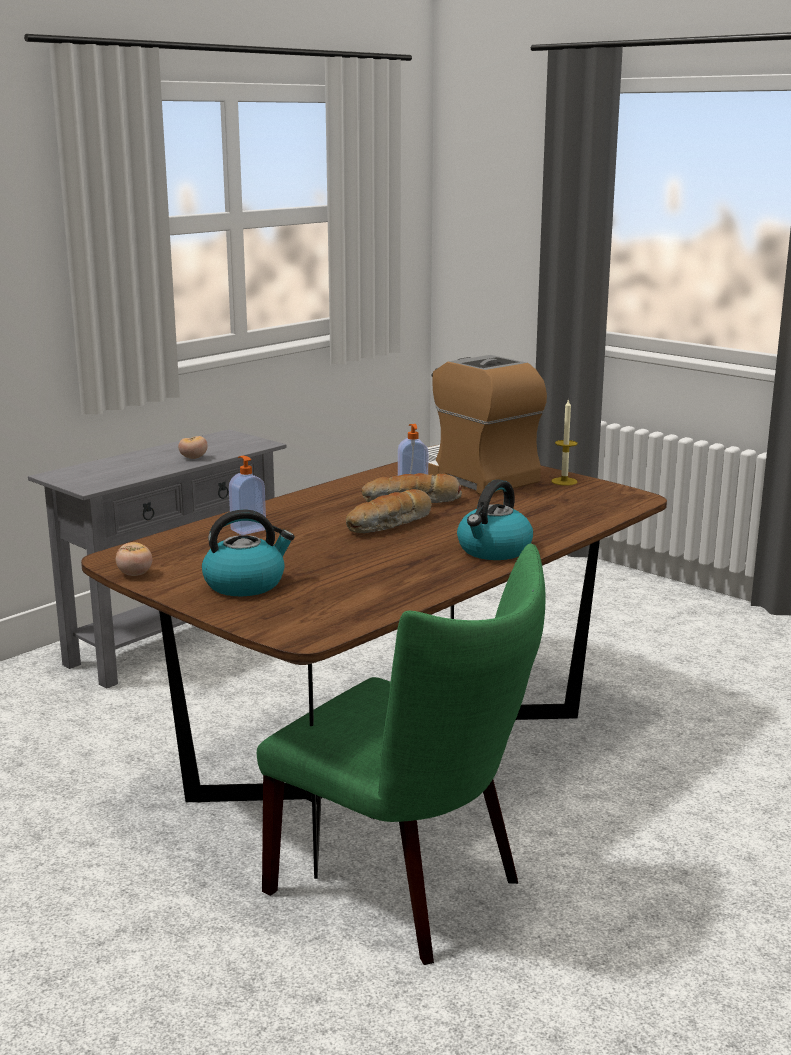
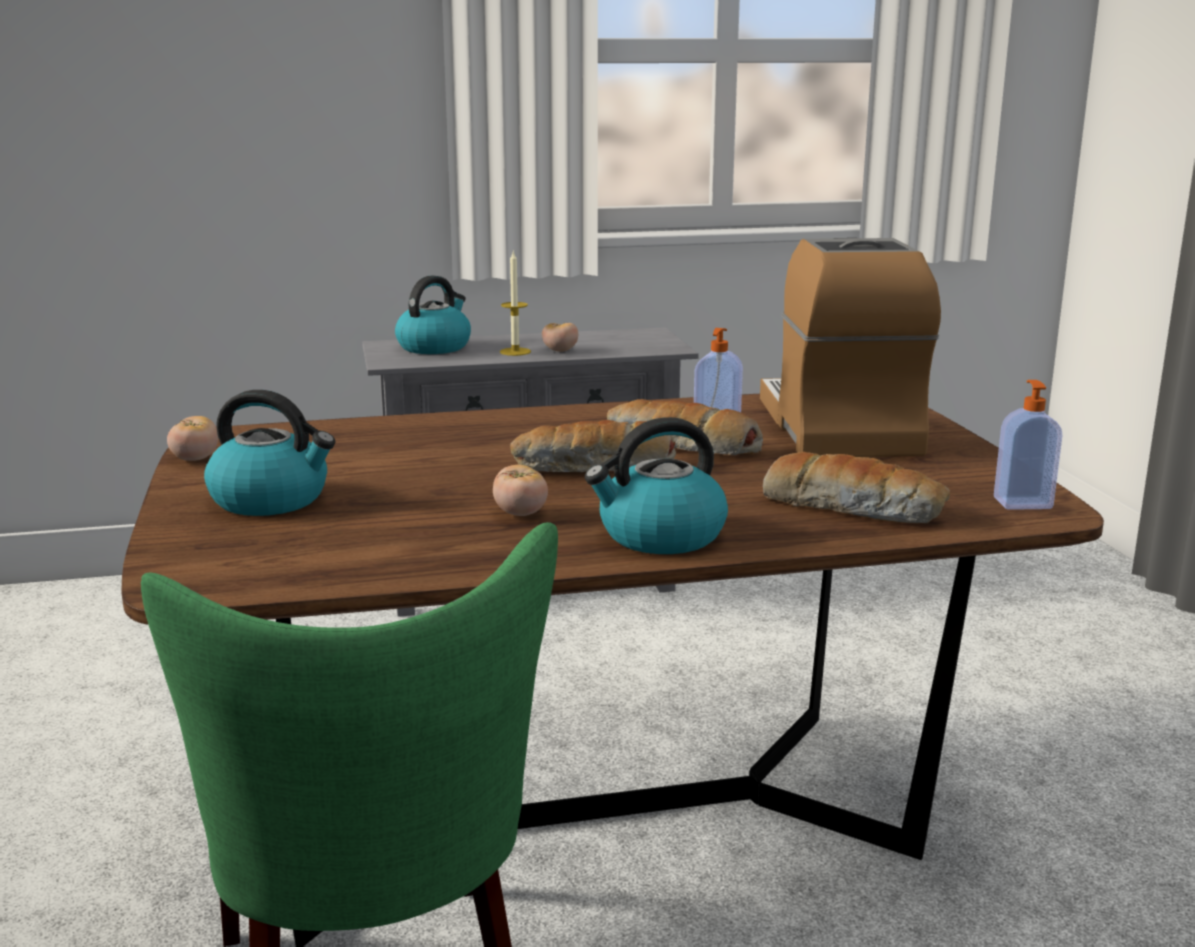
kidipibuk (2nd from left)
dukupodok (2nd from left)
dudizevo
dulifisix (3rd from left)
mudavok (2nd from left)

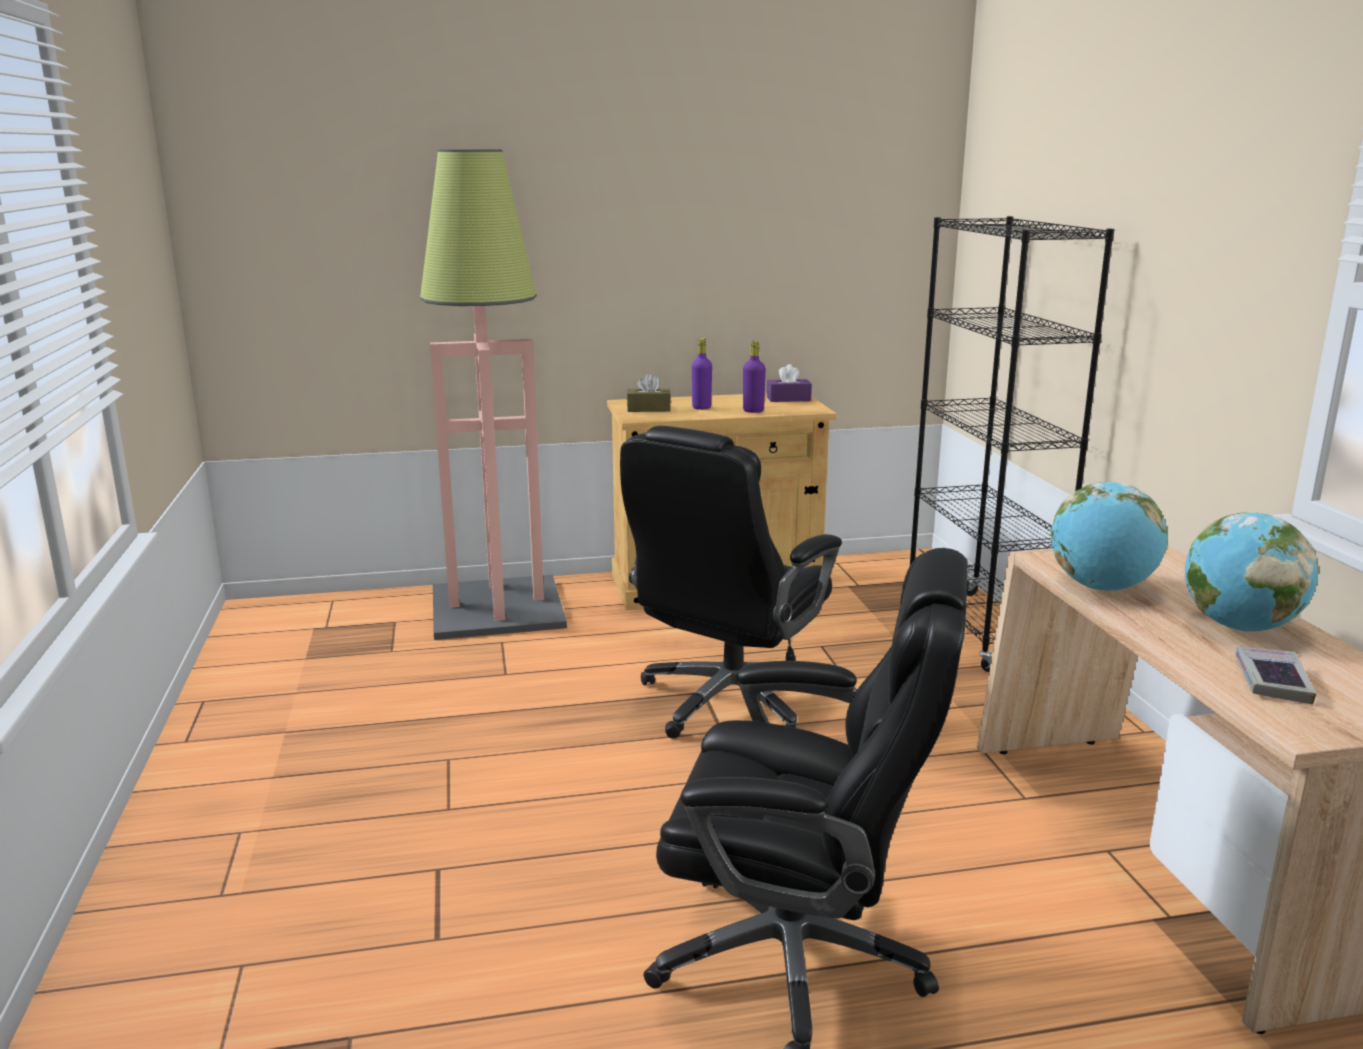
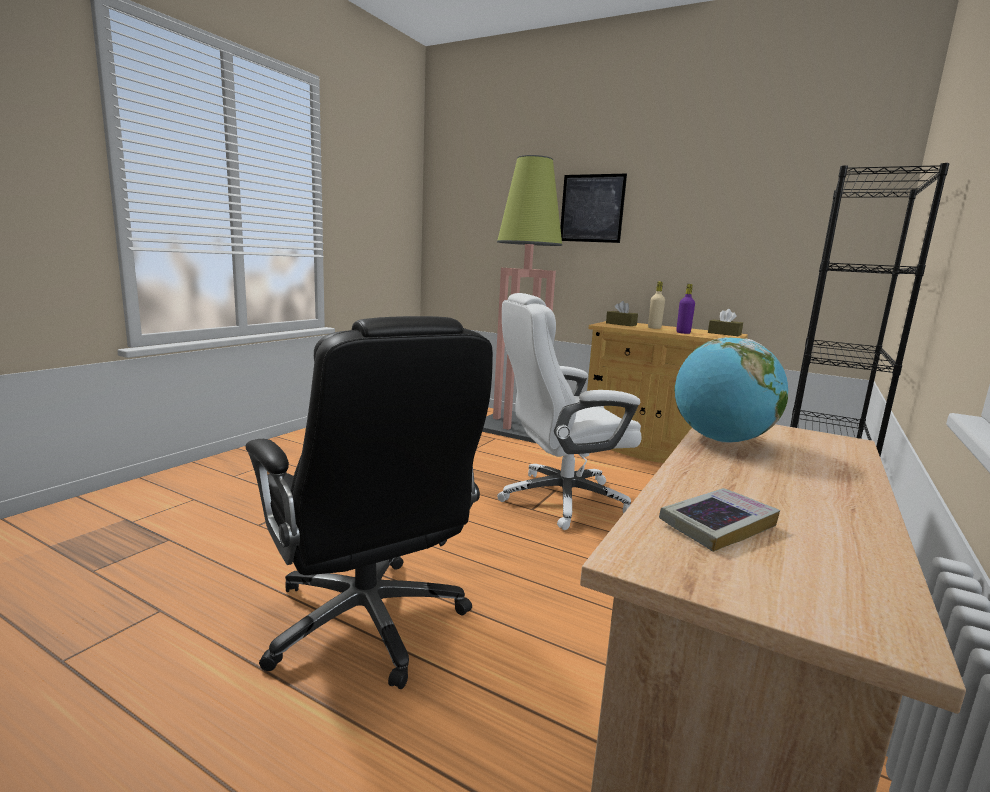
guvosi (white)
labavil
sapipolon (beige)
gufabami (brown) (2nd from left)
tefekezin (2nd from left in the first image)

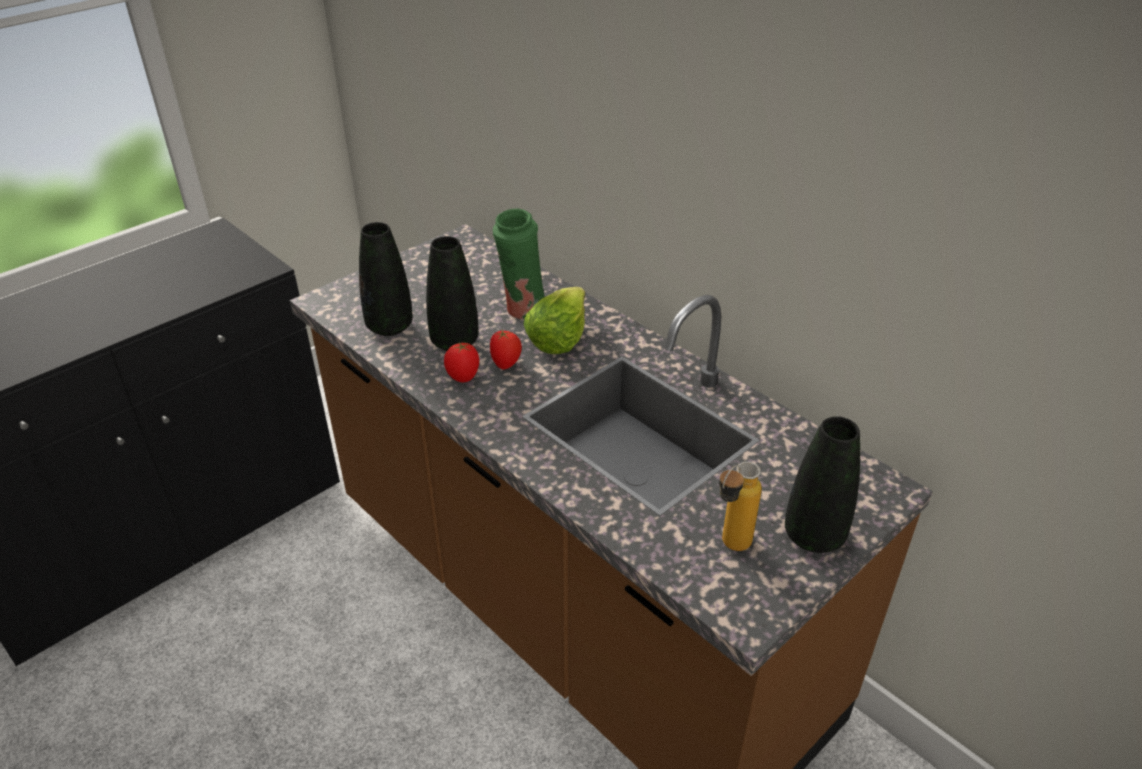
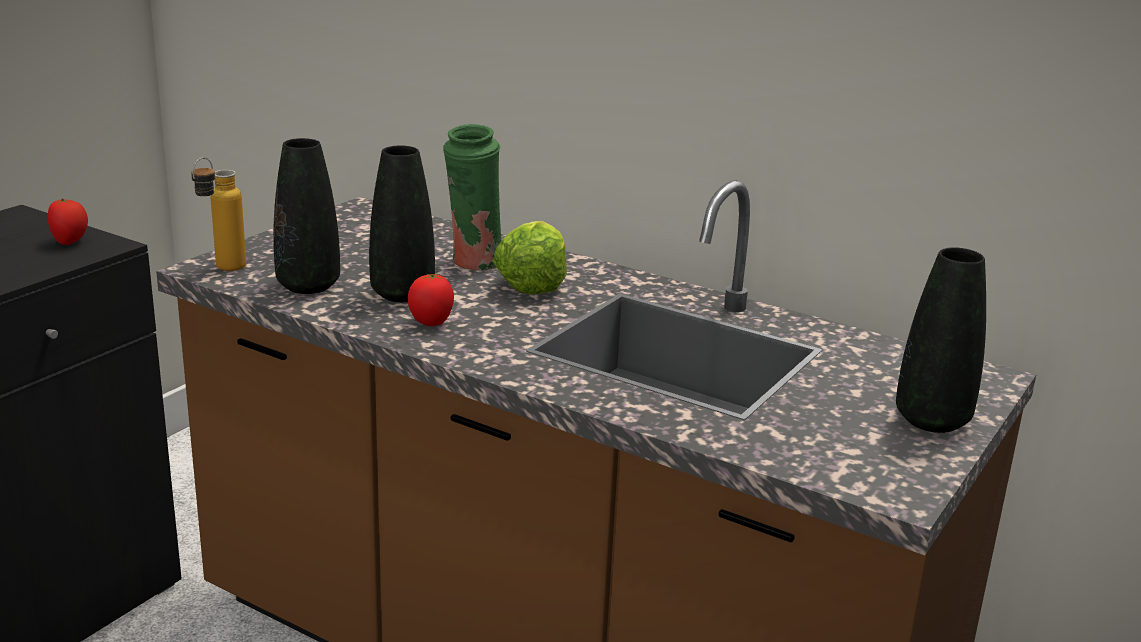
dukupodok (1st from left)
sapipolon

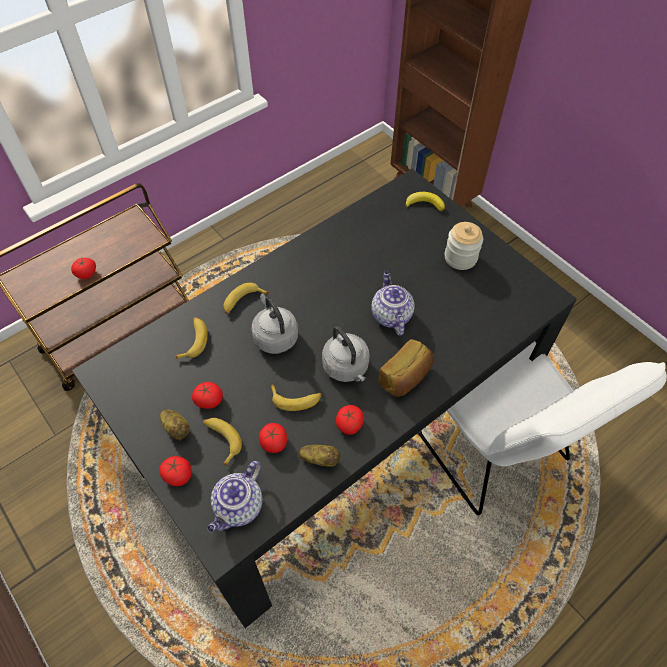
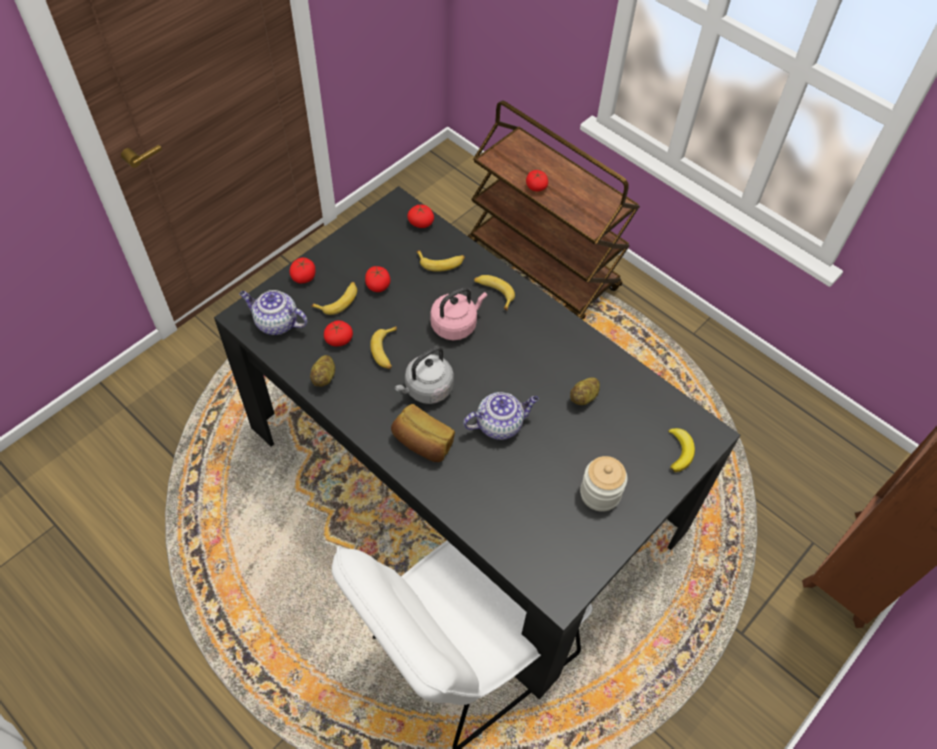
dukupodok (4th from left)
kidipibuk (pink)
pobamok (2nd from left)

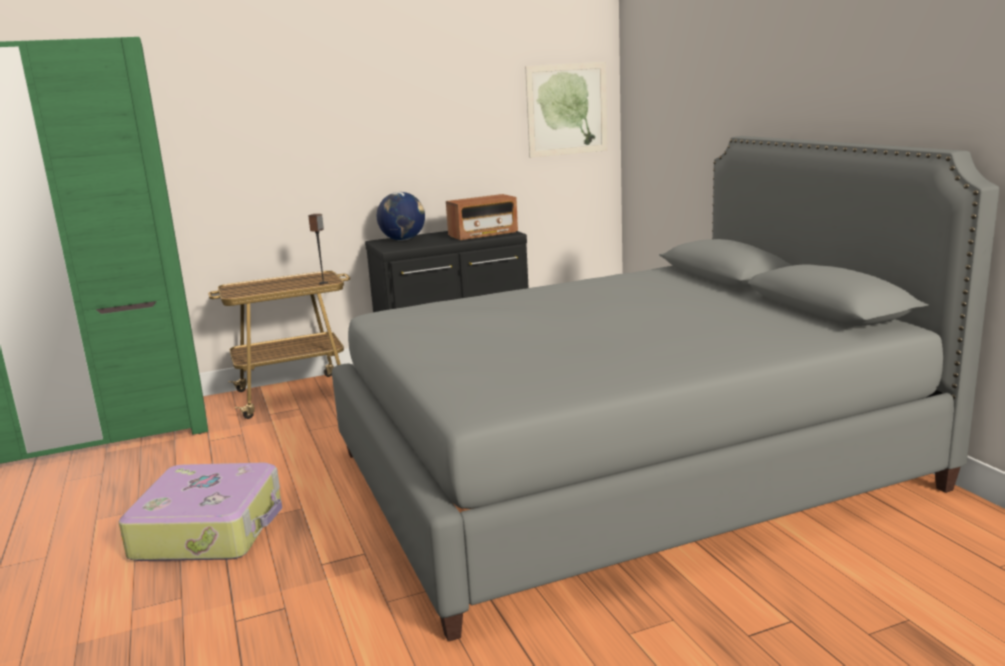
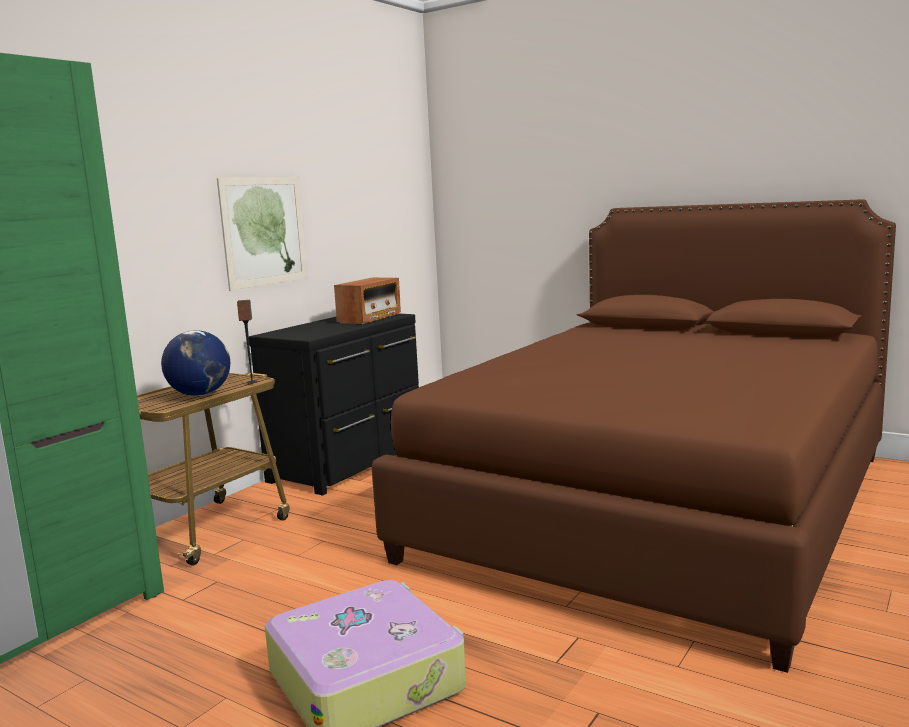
tefekezin
labavil
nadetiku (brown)

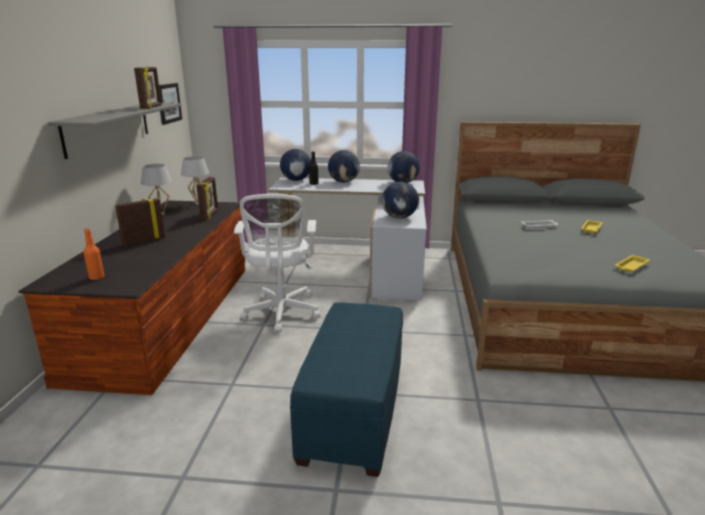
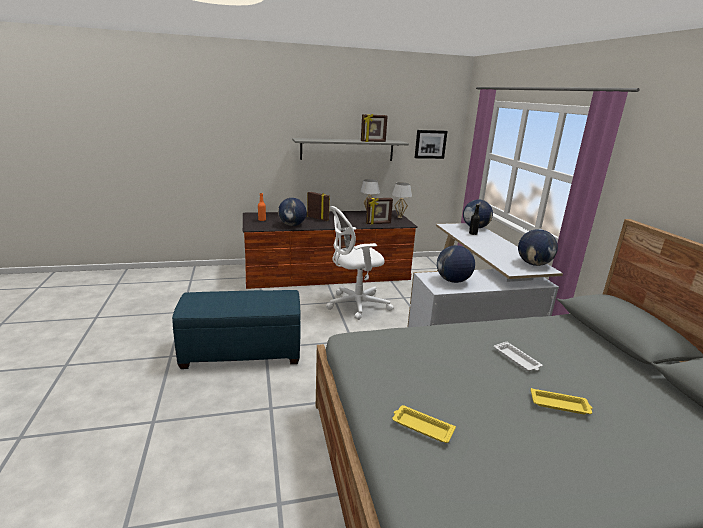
tefekezin (1st from left)

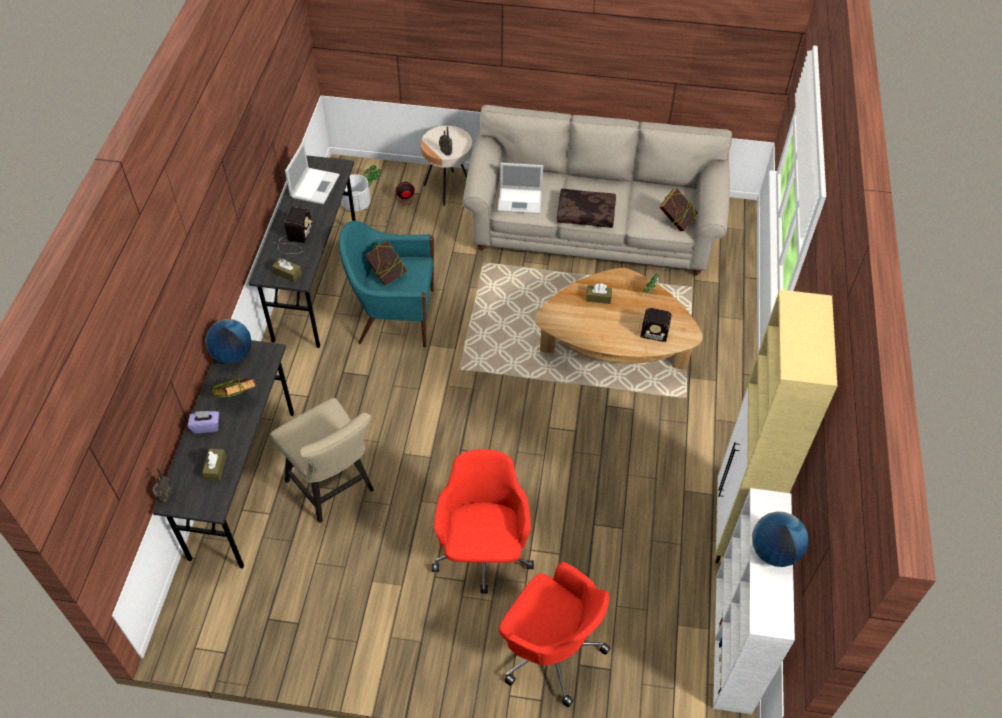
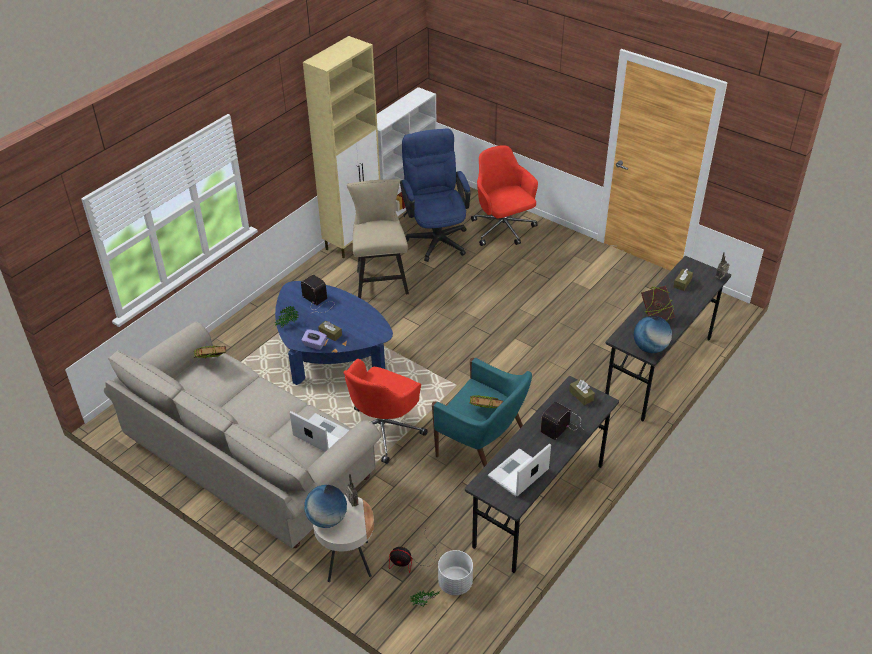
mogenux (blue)
gufabami (purple)
tefekezin (1st from left)
guvosi (red) (1st from left)
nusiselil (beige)
guvosi (blue)
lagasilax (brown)

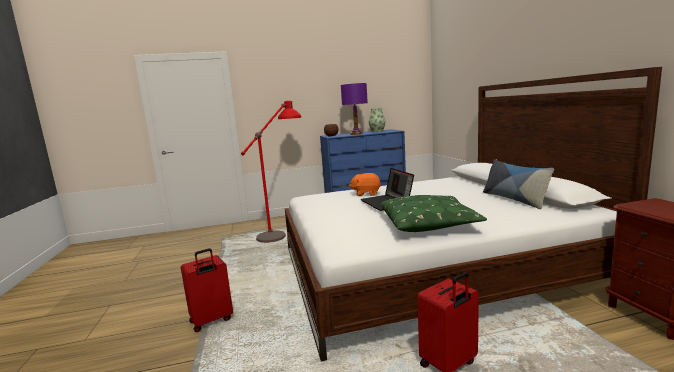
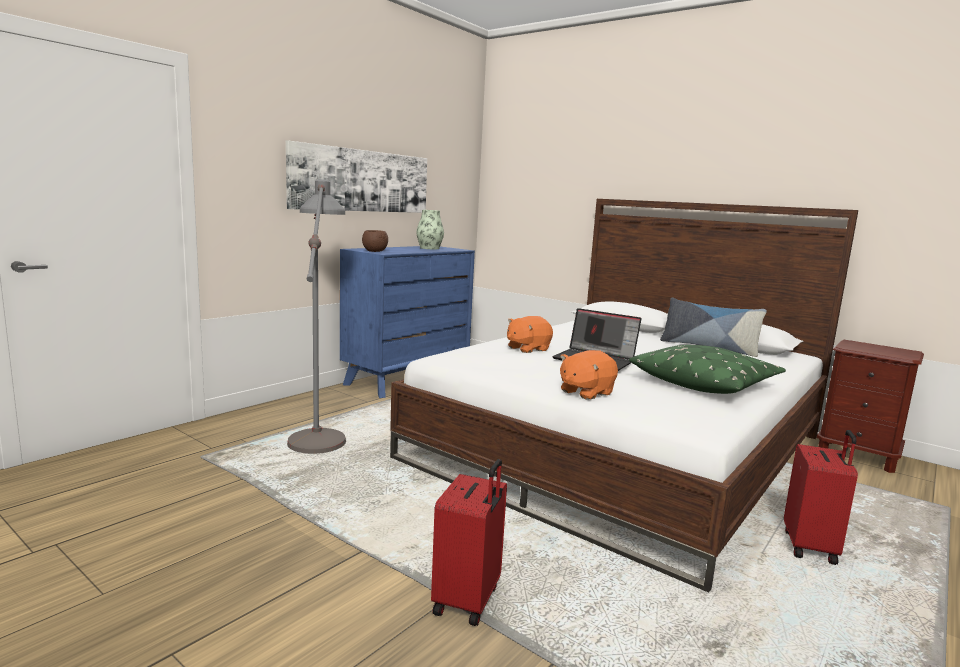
labavil
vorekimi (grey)
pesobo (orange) (2nd from left)
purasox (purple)

